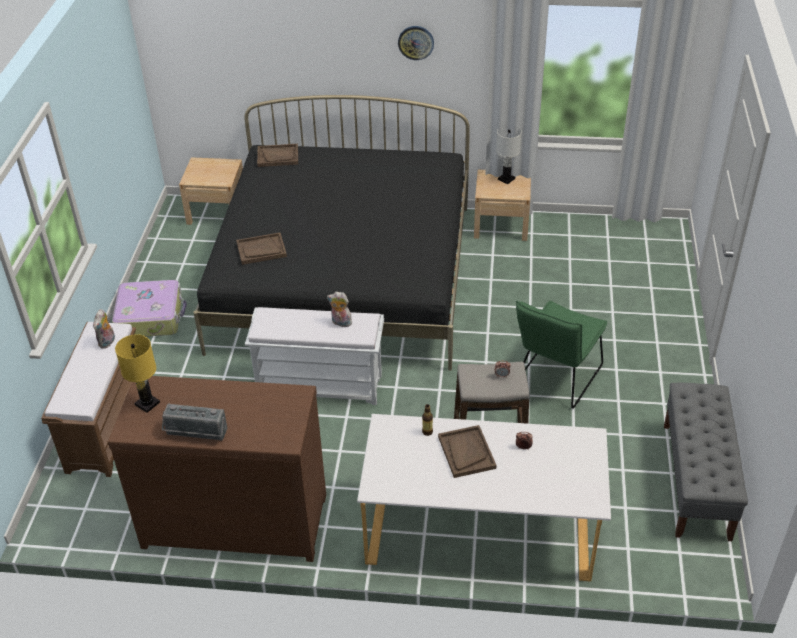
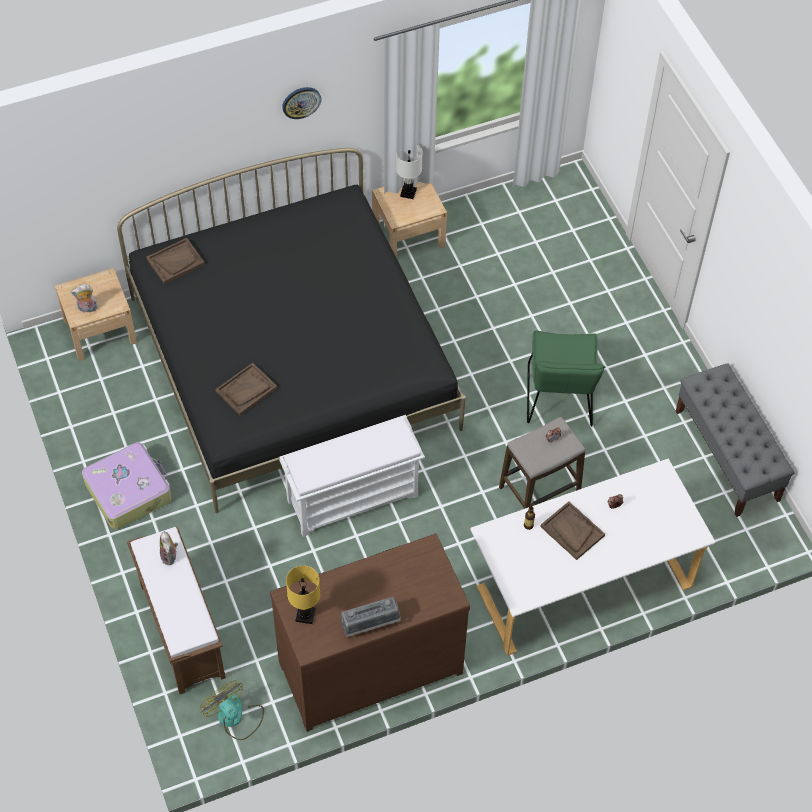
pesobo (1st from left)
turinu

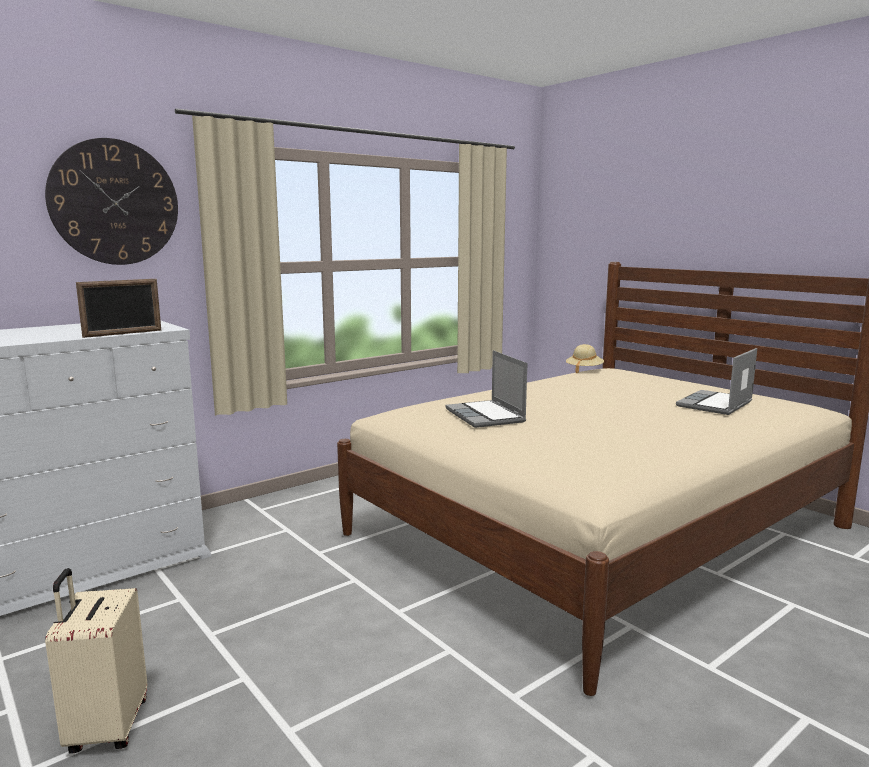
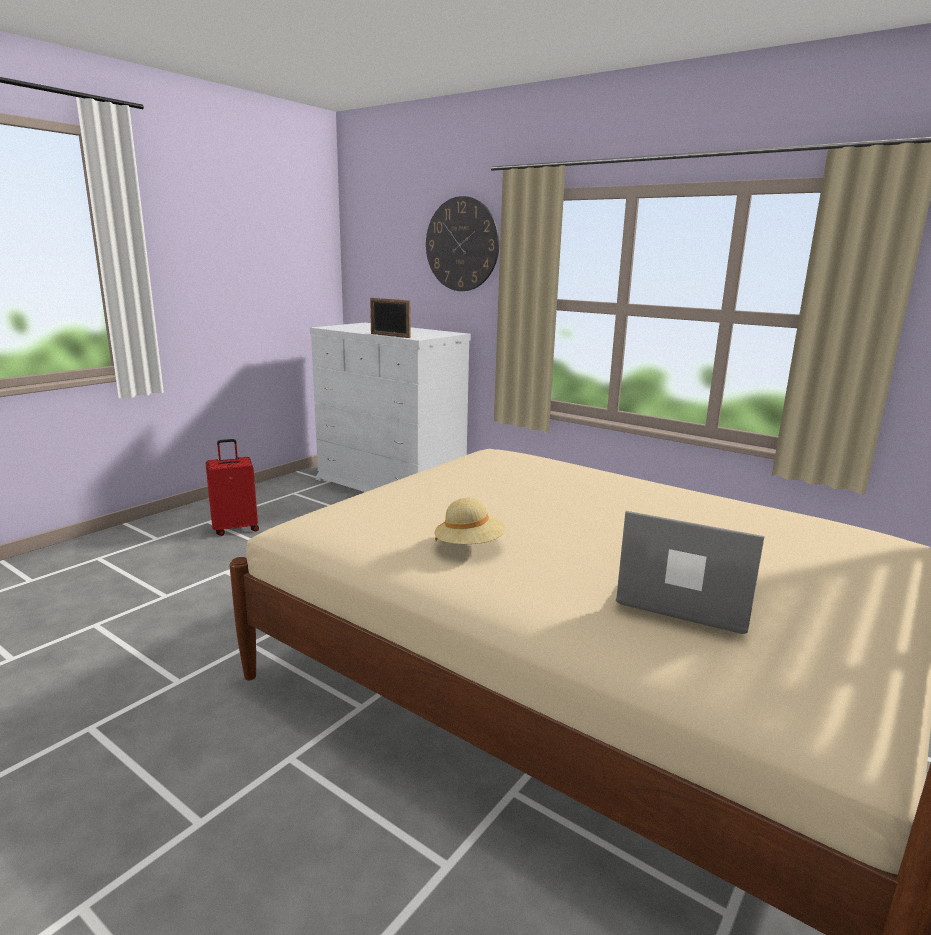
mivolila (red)
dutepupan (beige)
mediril (1st from left in the first image)

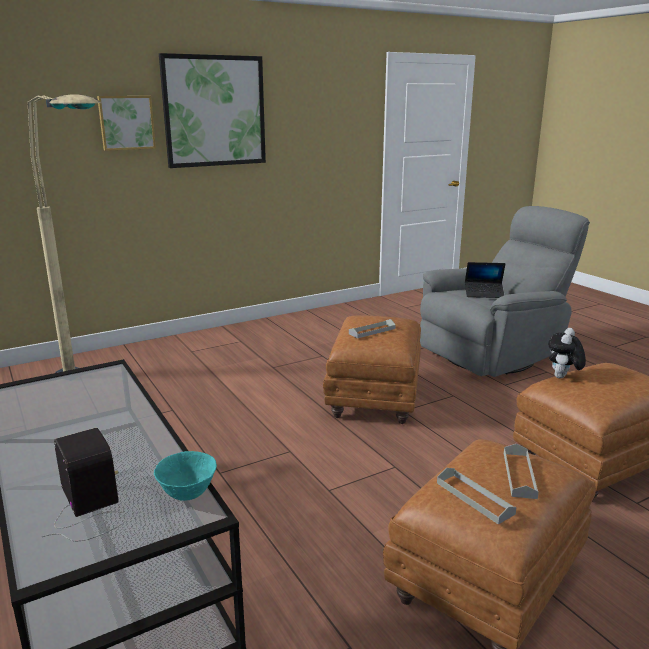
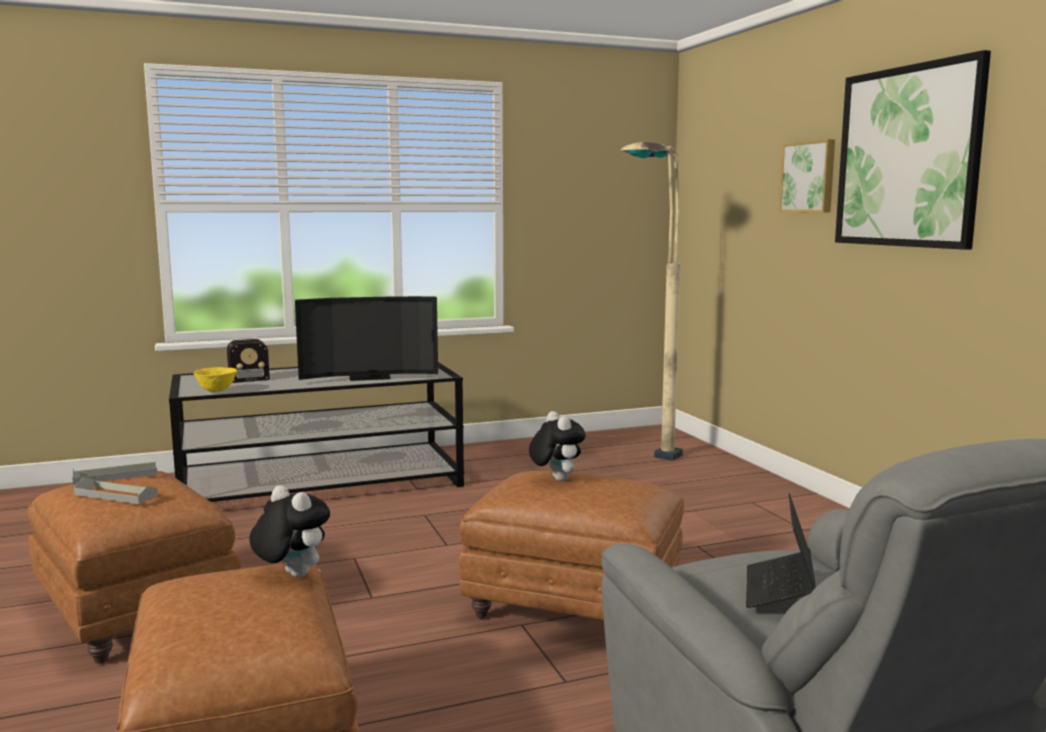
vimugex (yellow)
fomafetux
pesobo (2nd from left)

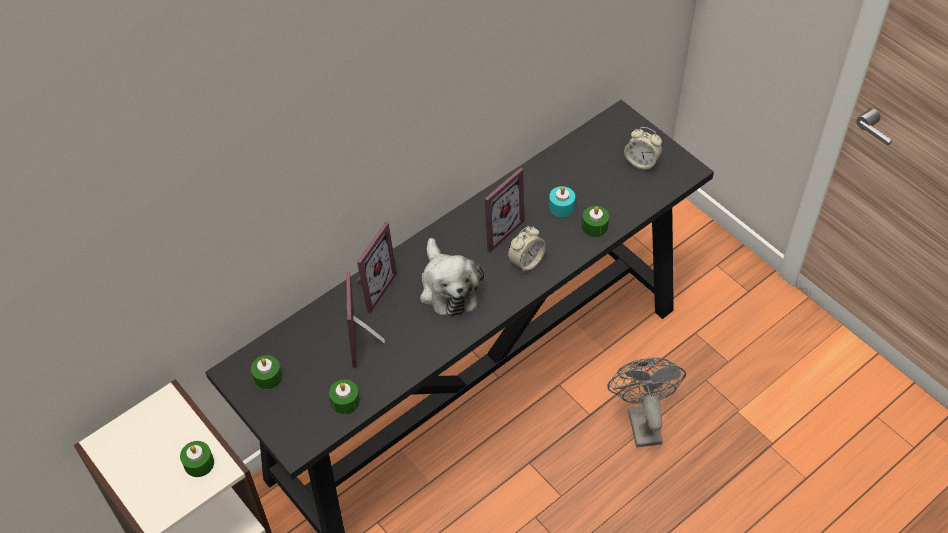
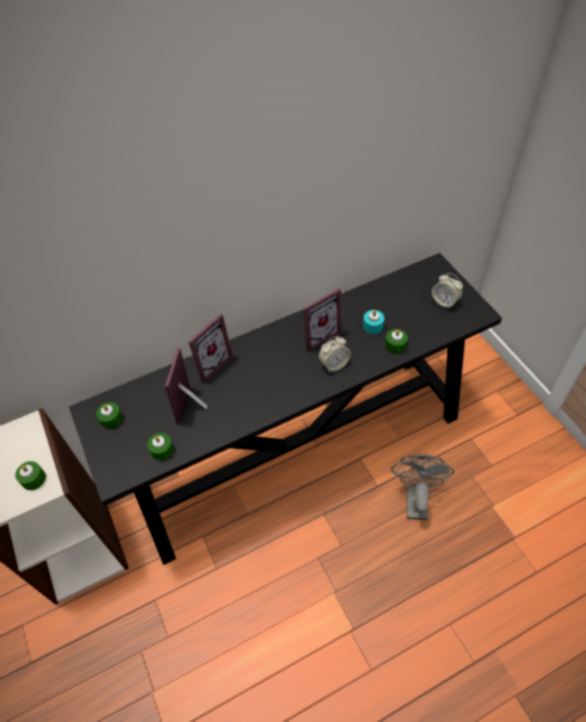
pesobo

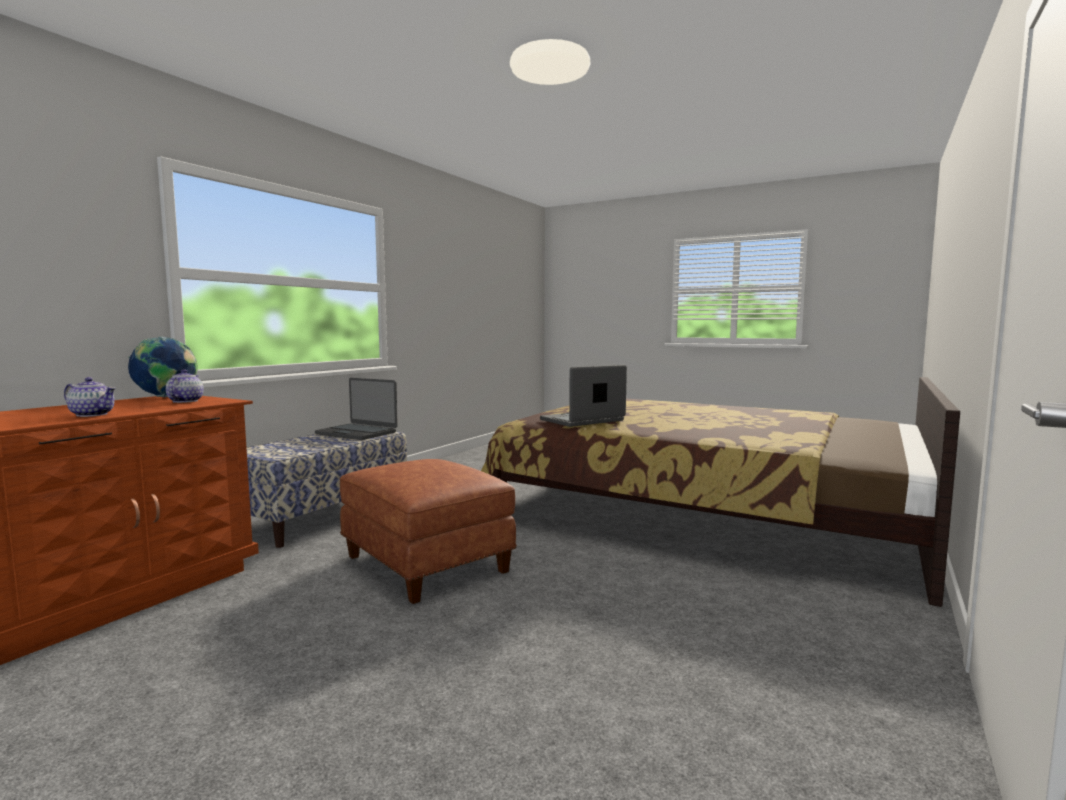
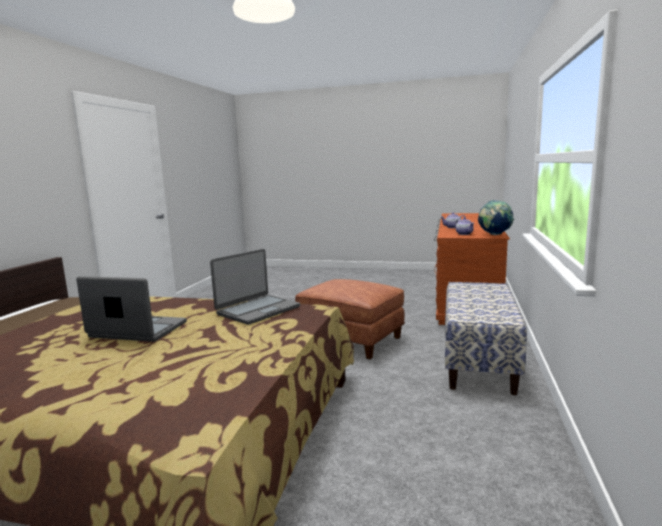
mediril (1st from left)

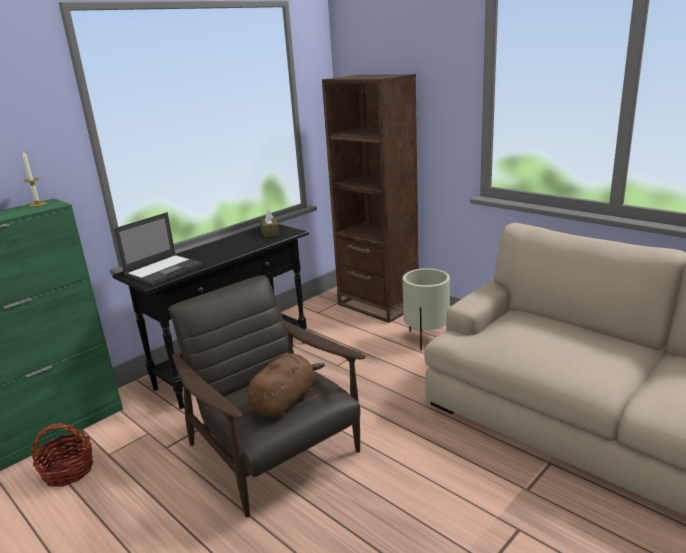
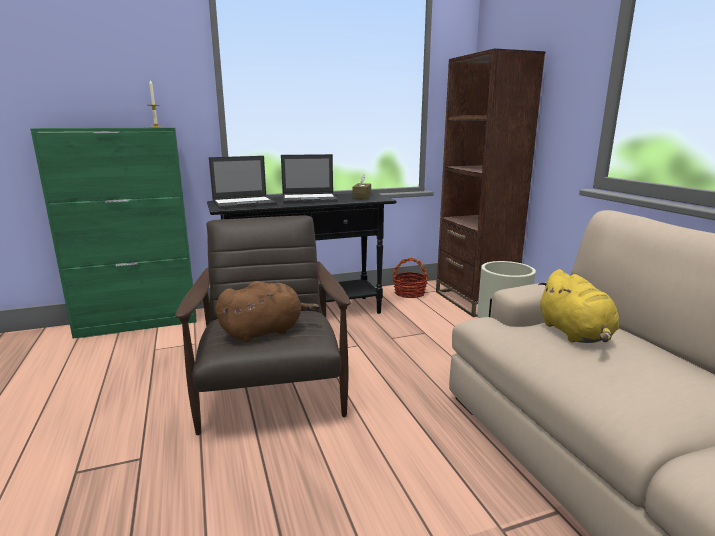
mediril (2nd from left)
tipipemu
pesobo (yellow)

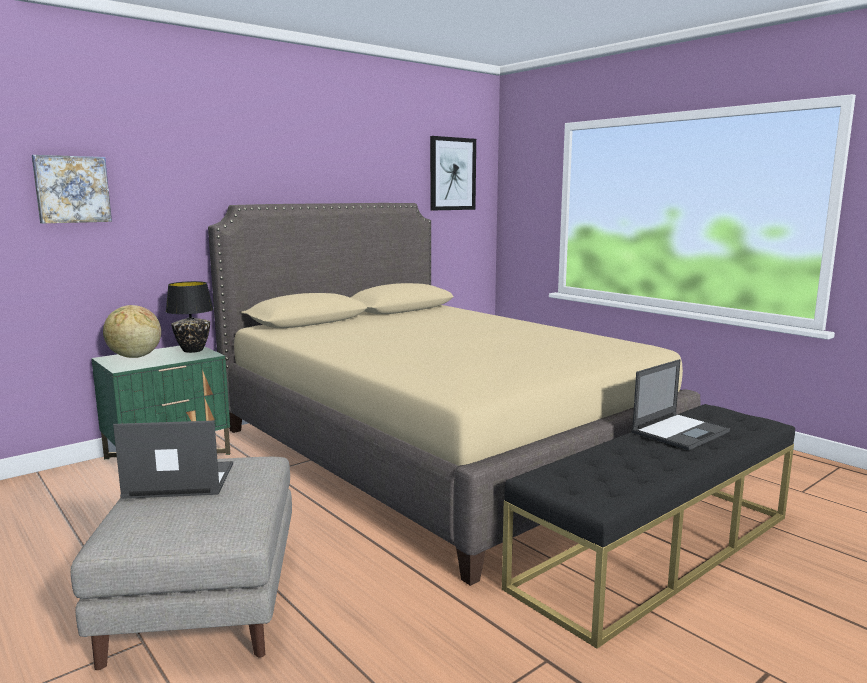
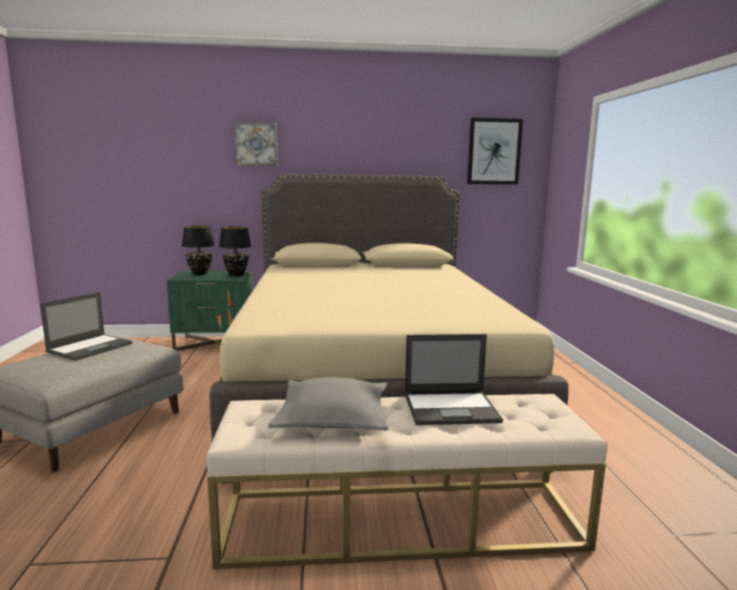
mediril (1st from left)
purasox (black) (1st from left)
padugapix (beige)
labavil (1st from left)
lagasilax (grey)

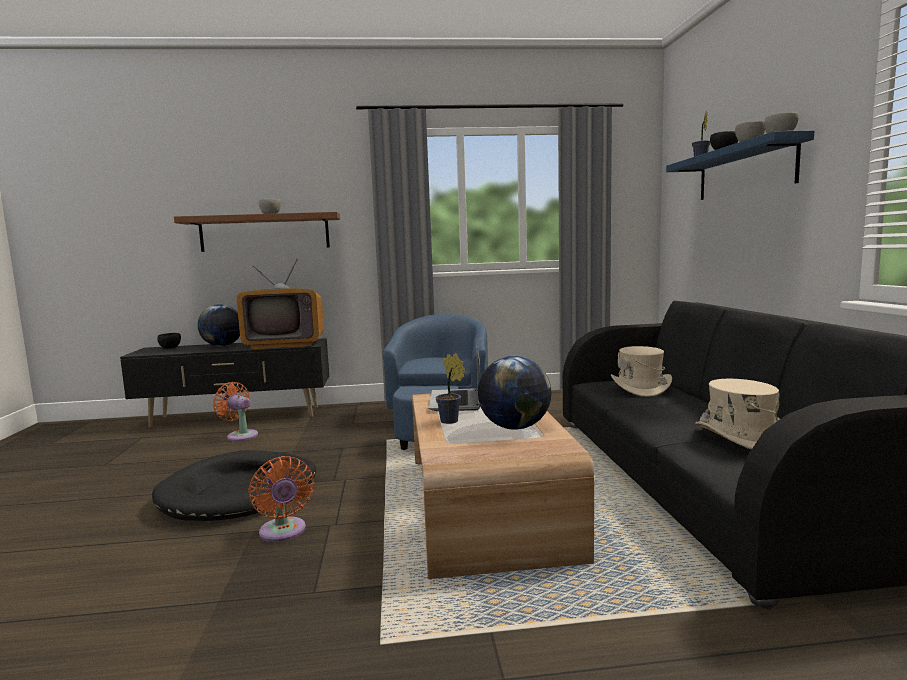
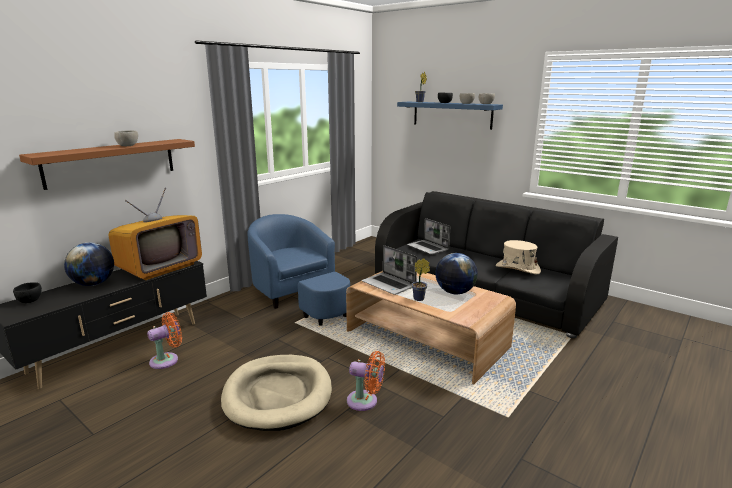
turinu (orange) (1st from left)
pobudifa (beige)
mediril (2nd from left)

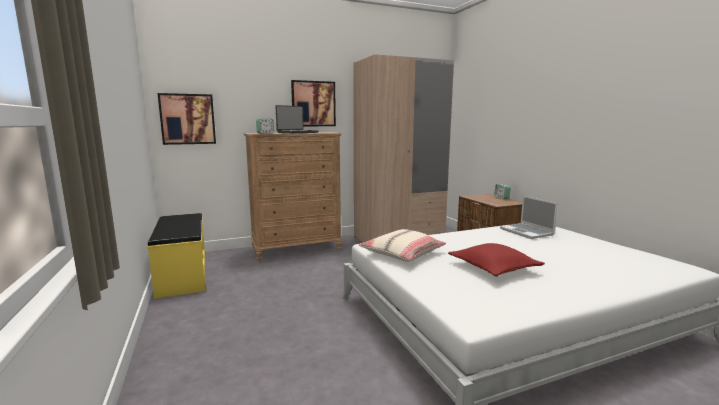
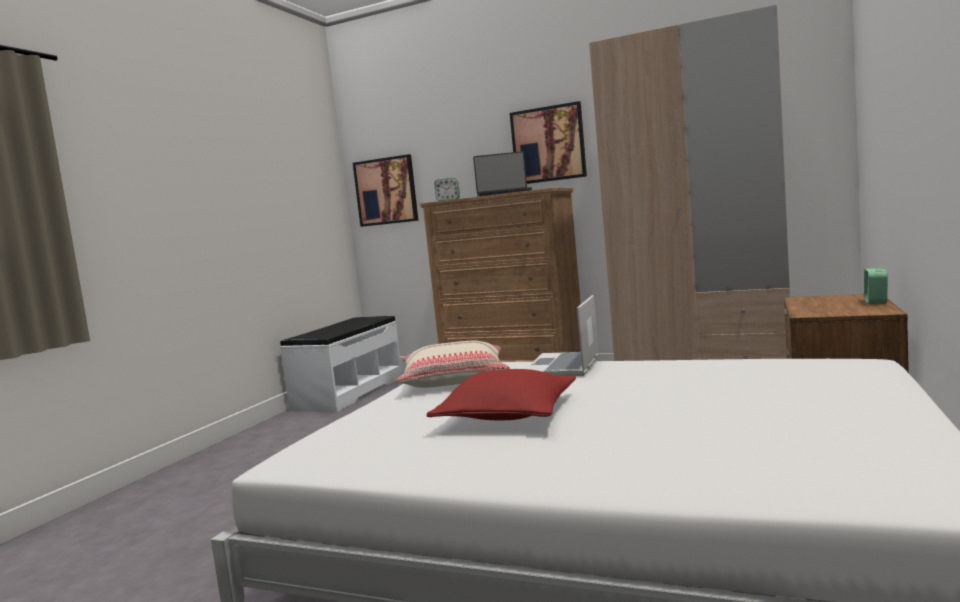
padugapix (white)
mediril (2nd from left)

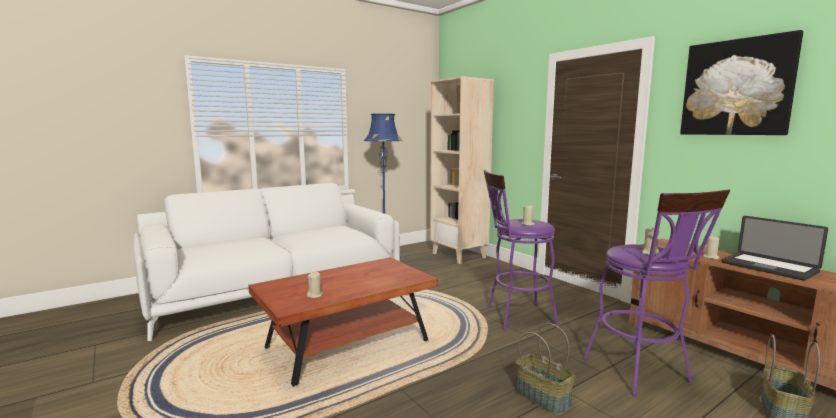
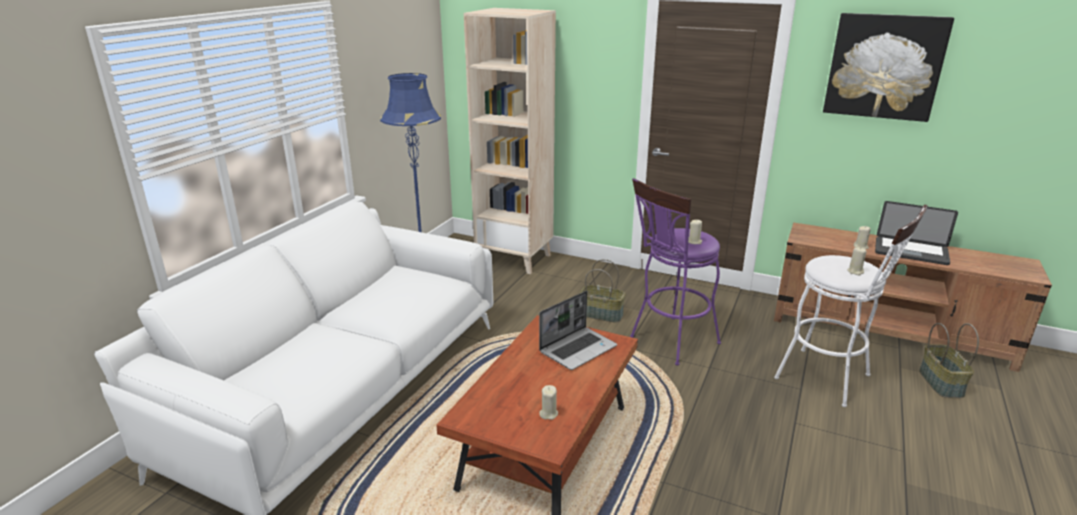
mediril (1st from left)
tipipemu (1st from left)
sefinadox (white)

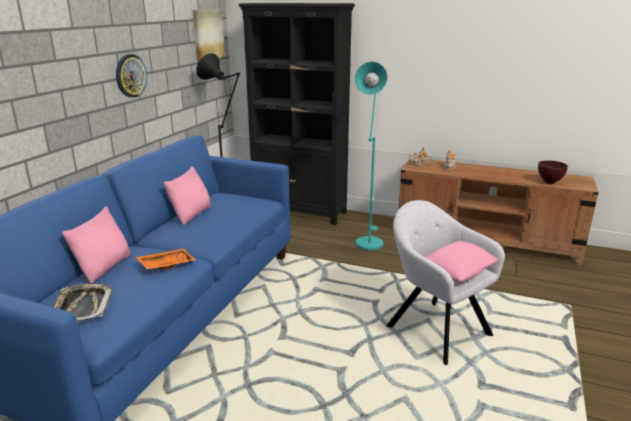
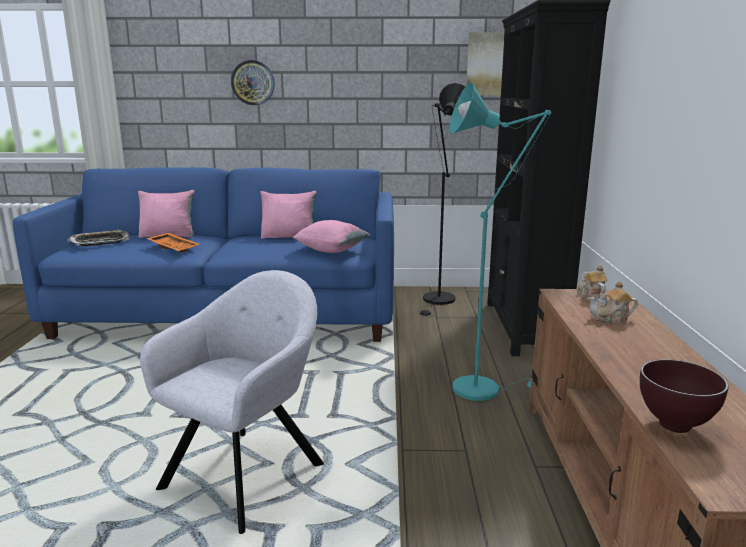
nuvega
lagasilax (pink) (3rd from left)

